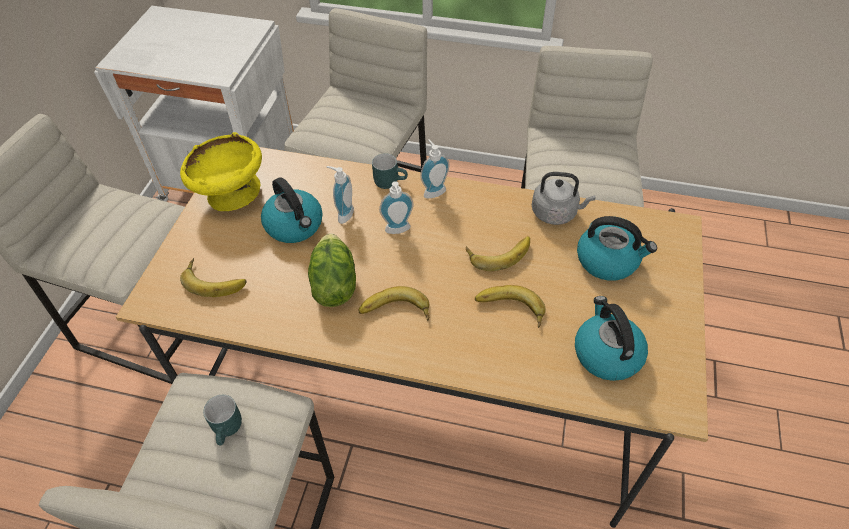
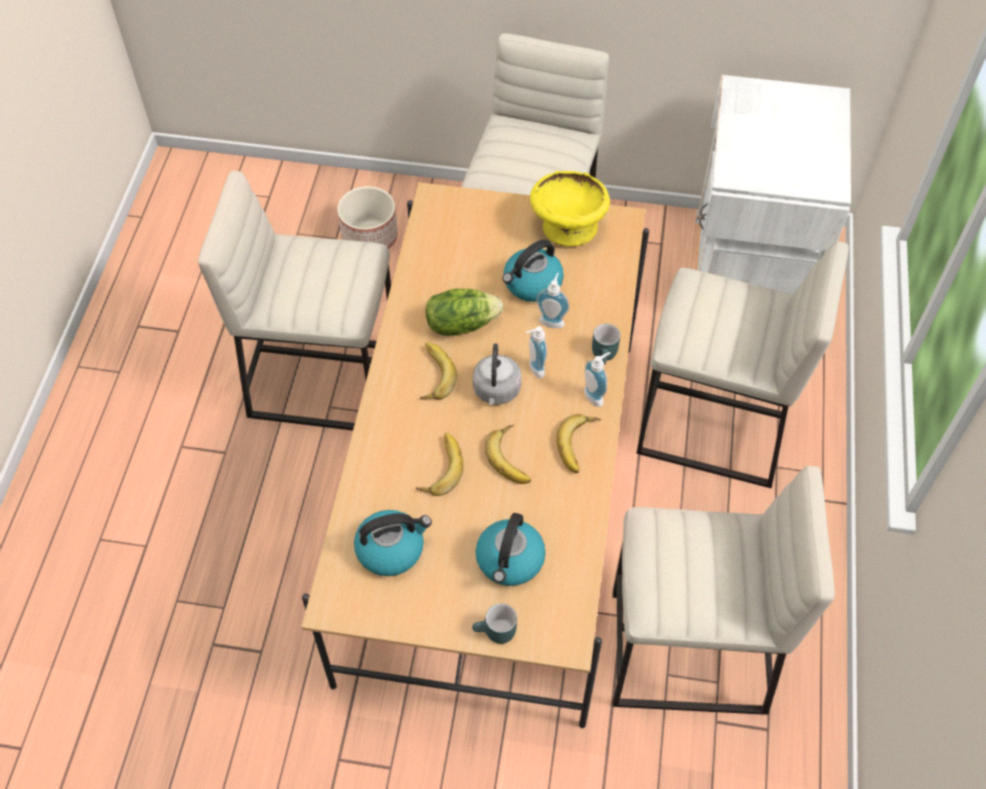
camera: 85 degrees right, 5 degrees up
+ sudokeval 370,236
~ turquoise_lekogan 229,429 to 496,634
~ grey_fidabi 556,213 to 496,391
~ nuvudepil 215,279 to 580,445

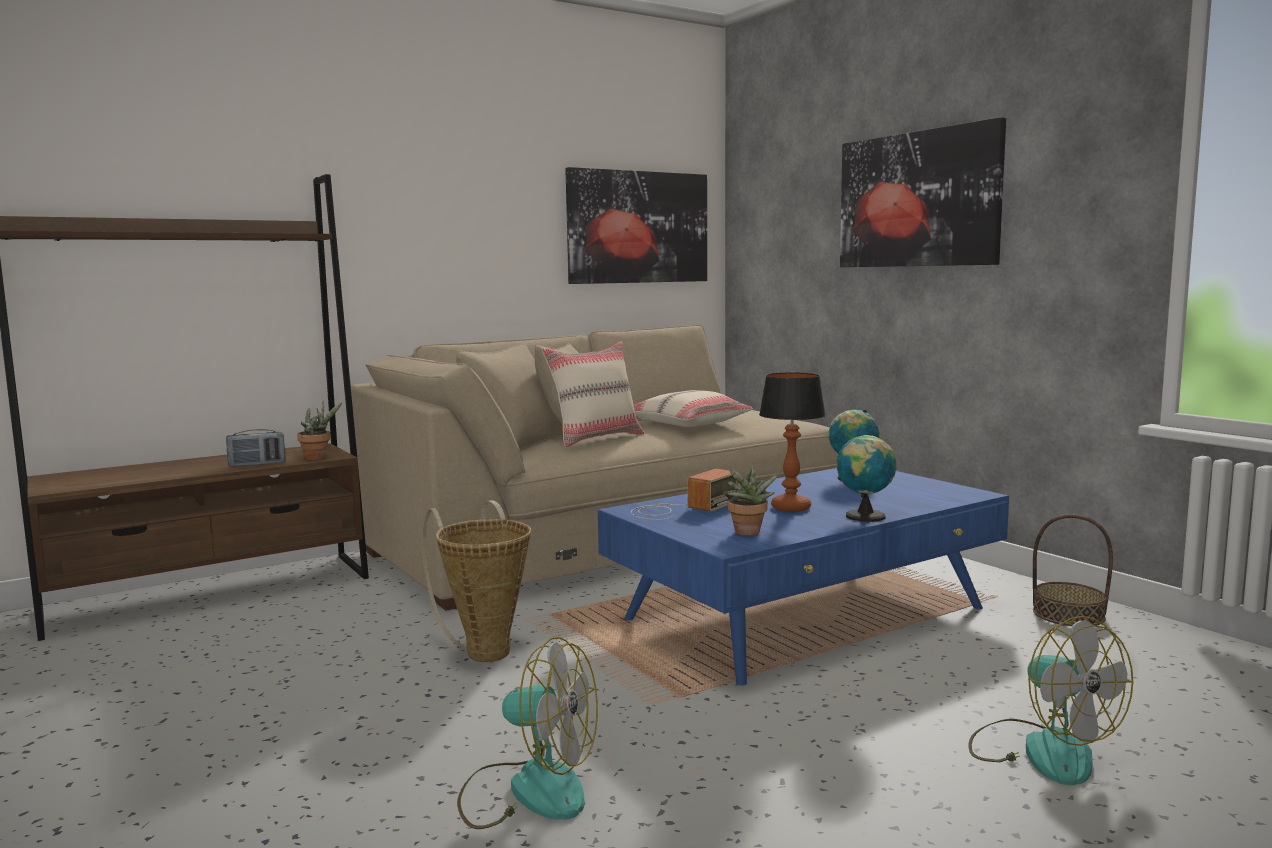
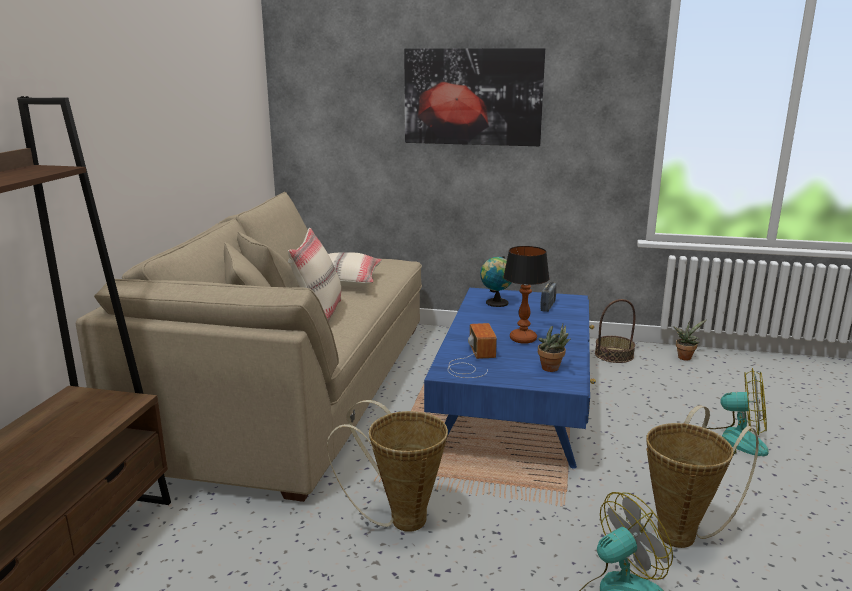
camera: 45 degrees left, 10 degrees up
~ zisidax 257,464 to 548,306
+ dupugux 682,533
~ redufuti 318,458 to 685,357
- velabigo 638,227
- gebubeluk 865,517

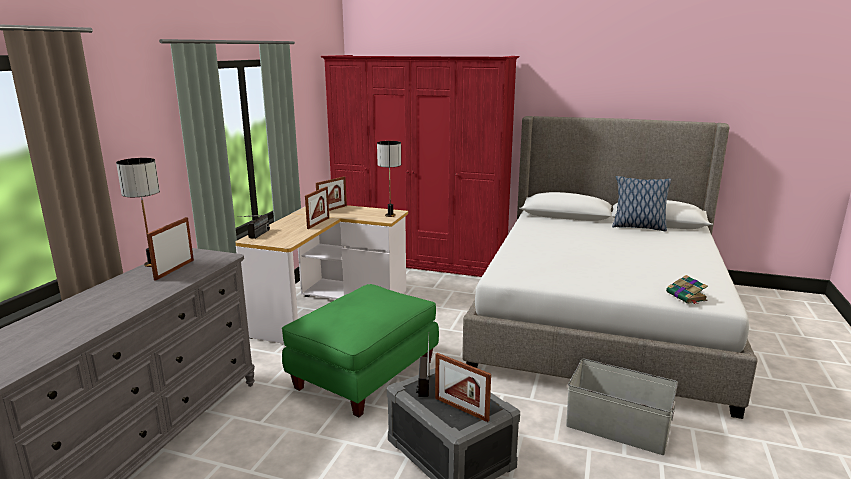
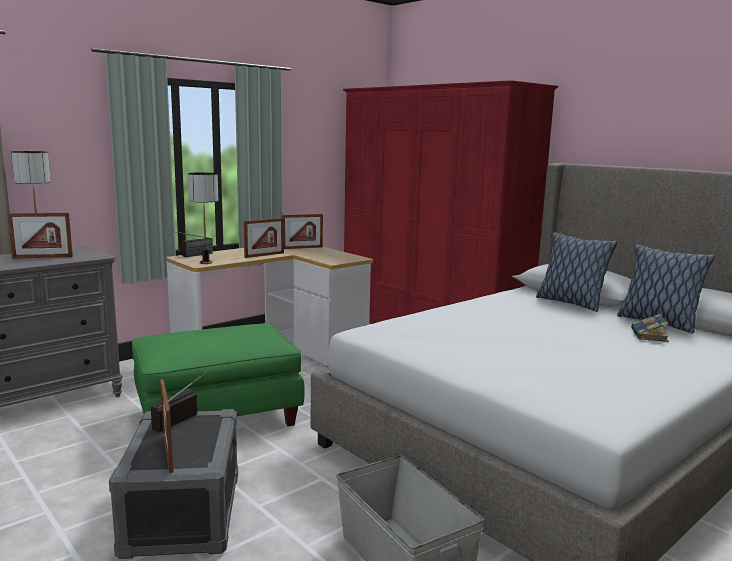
camera: 30 degrees right, 5 degrees down
~ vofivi 174,269 = 42,257 150 degrees counterclockwise
~ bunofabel 390,215 to 205,262
+ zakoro 570,303
~ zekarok 686,297 to 649,336

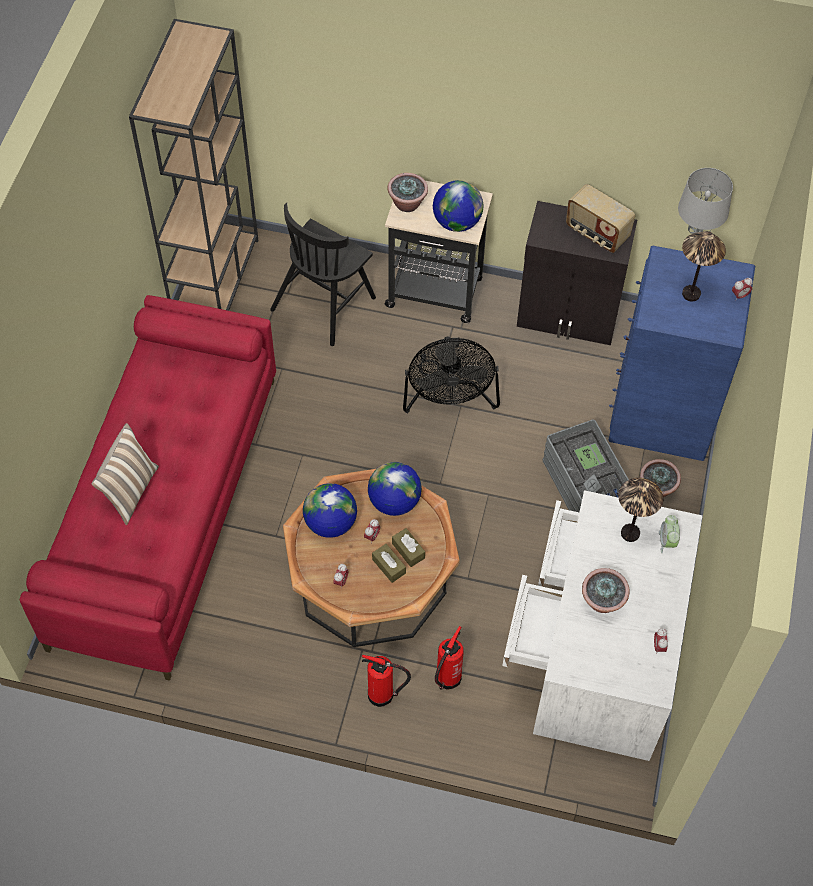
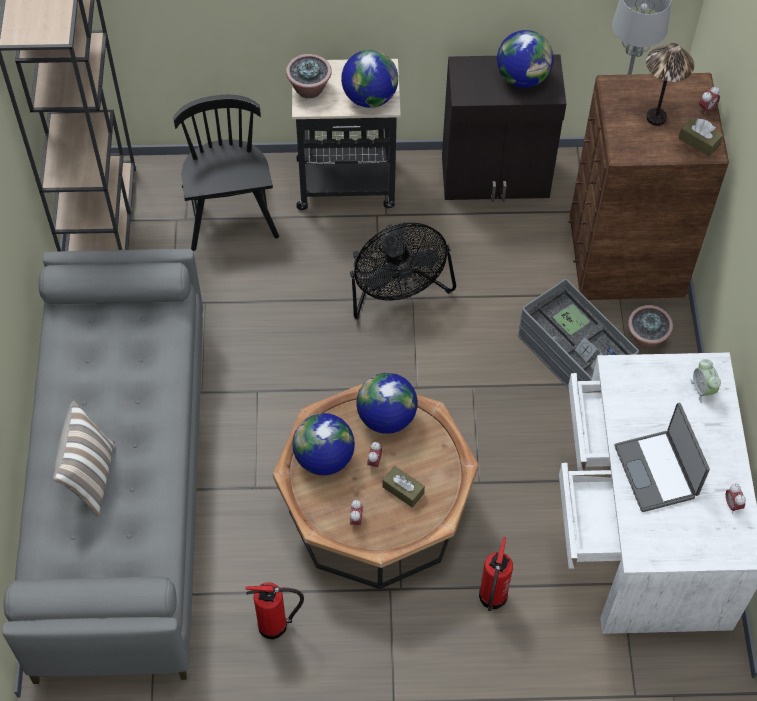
camera: 15 degrees left, 0 degrees up
~ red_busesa 166,508 to grey_busesa 123,487
~ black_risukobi 326,299 = 231,216 150 degrees clockwise
~ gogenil 383,695 to 275,625
~ zisidax 596,233 to gebubeluk 522,78
~ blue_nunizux 661,413 to brown_nunizux 625,256
~ redufuti 602,602 to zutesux 657,471
~ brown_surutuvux 408,550 to 699,142
- bunofabel 630,533

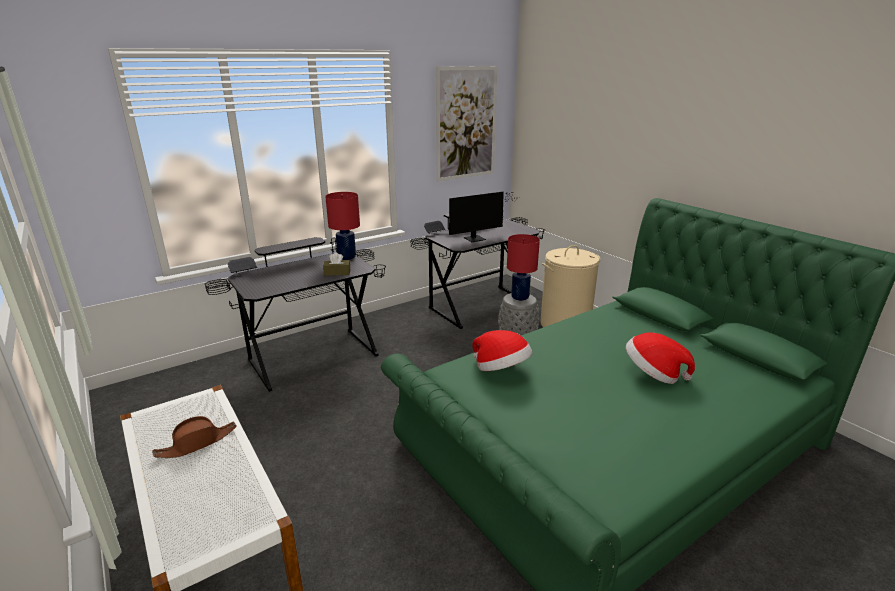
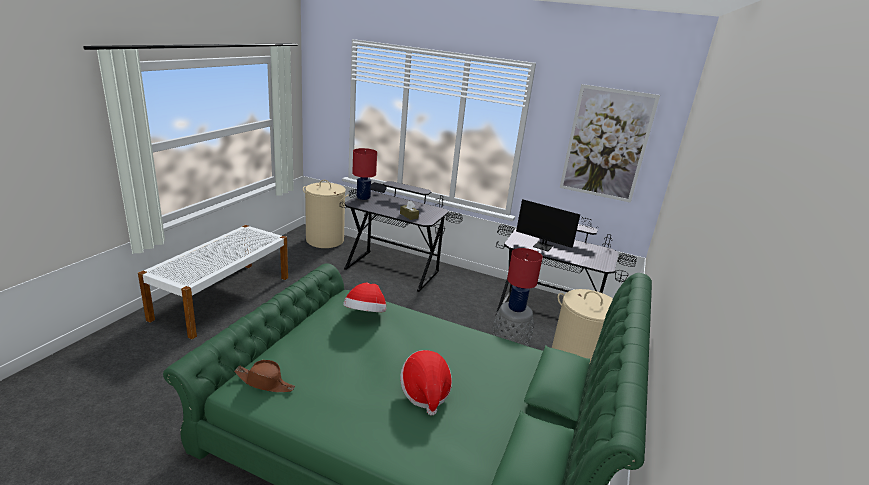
camera: 55 degrees right, 0 degrees up
~ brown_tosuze 197,443 to 265,382
+ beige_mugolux 325,240
~ red_bunofabel 347,258 to 363,198

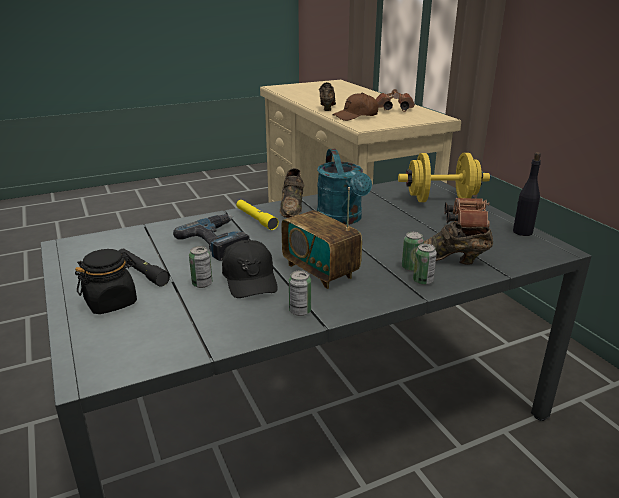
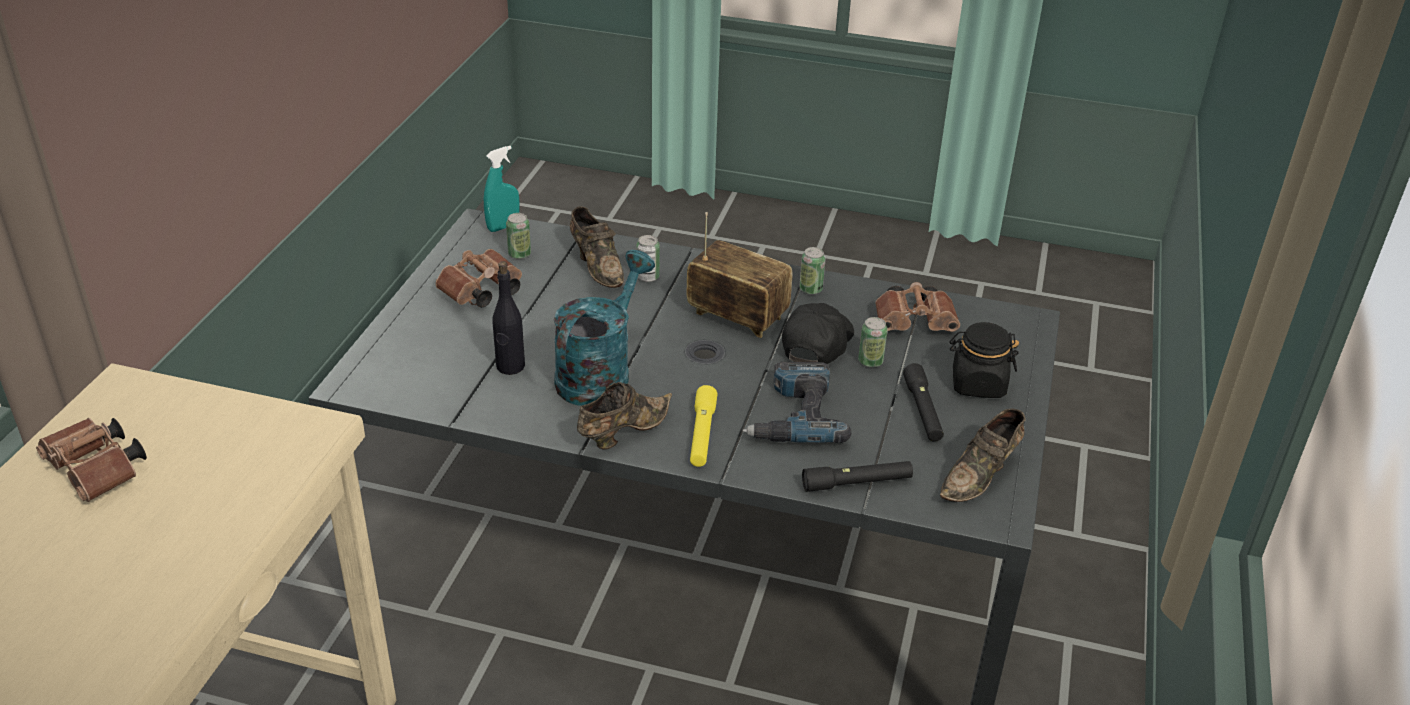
camera: 140 degrees left, 10 degrees up
+ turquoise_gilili 503,227
~ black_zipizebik 522,232 to 510,366
~ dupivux 423,281 to 519,254
~ zisidax 320,271 = 737,317 60 degrees counterclockwise
+ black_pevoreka 857,483
+ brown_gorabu 916,323
~ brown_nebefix 327,108 to 981,476
- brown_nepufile 355,116
- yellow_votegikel 441,200

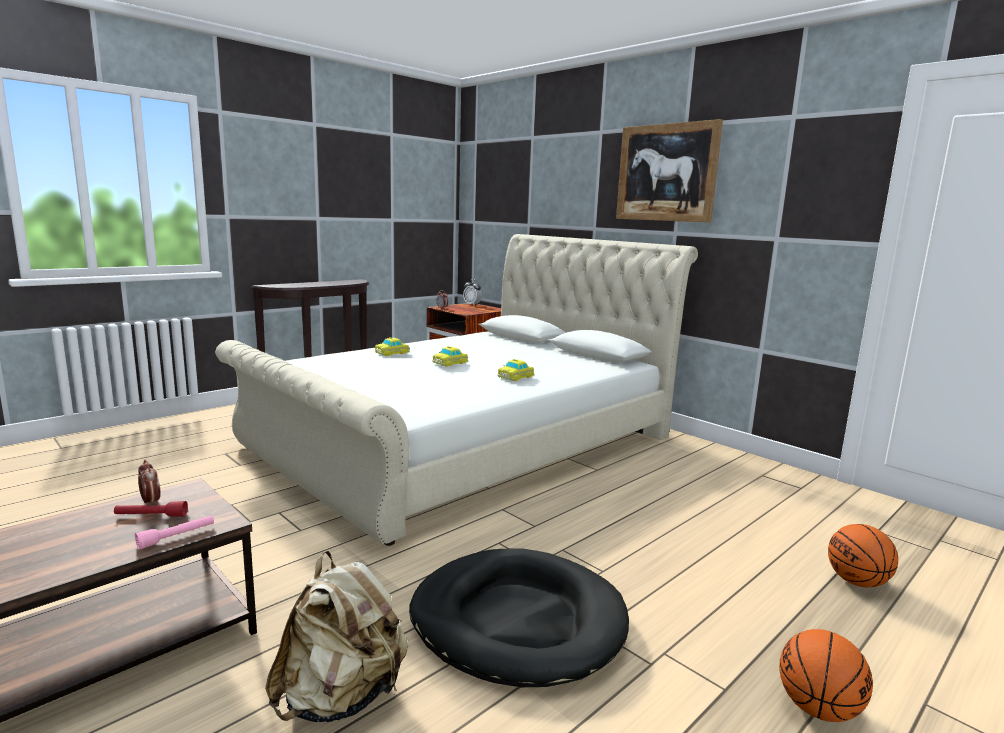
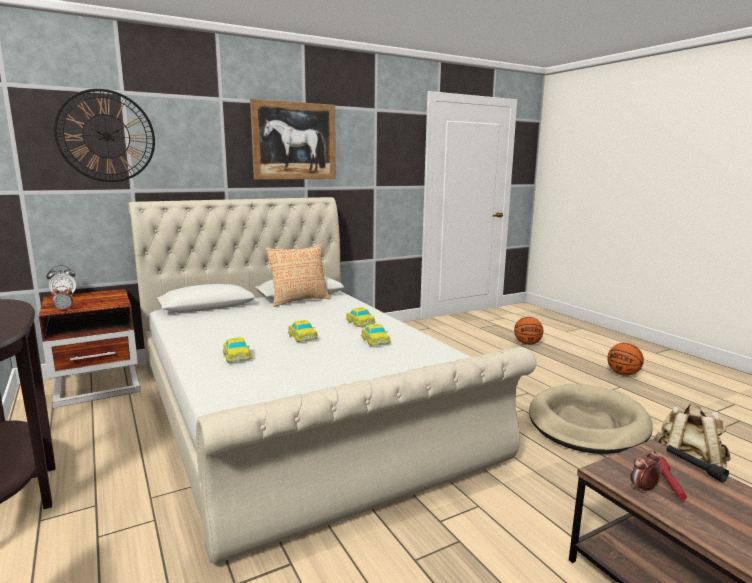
camera: 75 degrees left, 0 degrees up
+ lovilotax 106,136
+ beige_zakoro 299,301
+ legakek 375,340
~ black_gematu 517,621 to beige_gematu 587,424
~ pink_pevoreka 177,537 to black_pevoreka 694,467

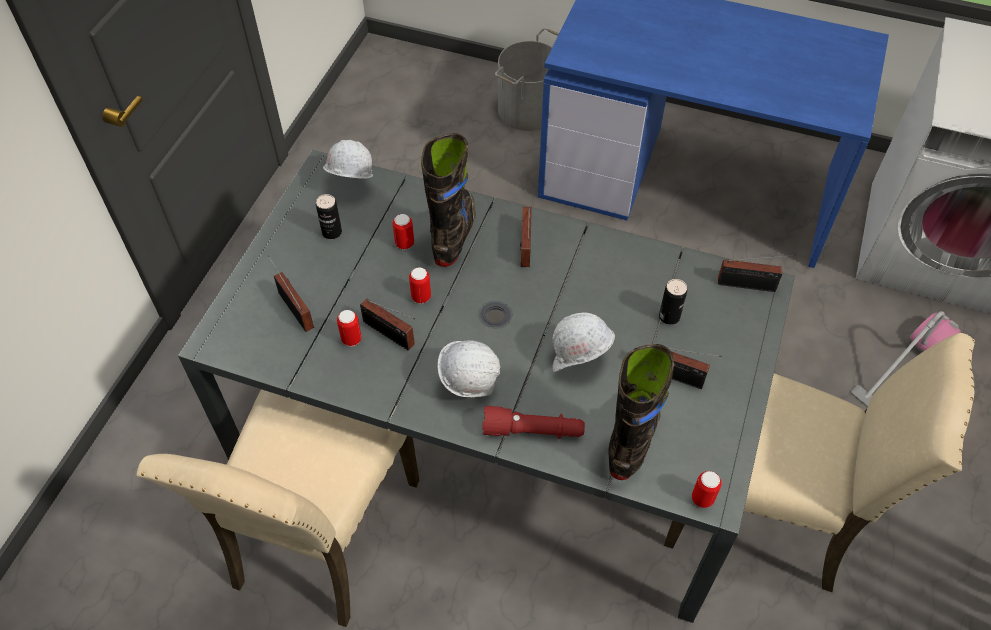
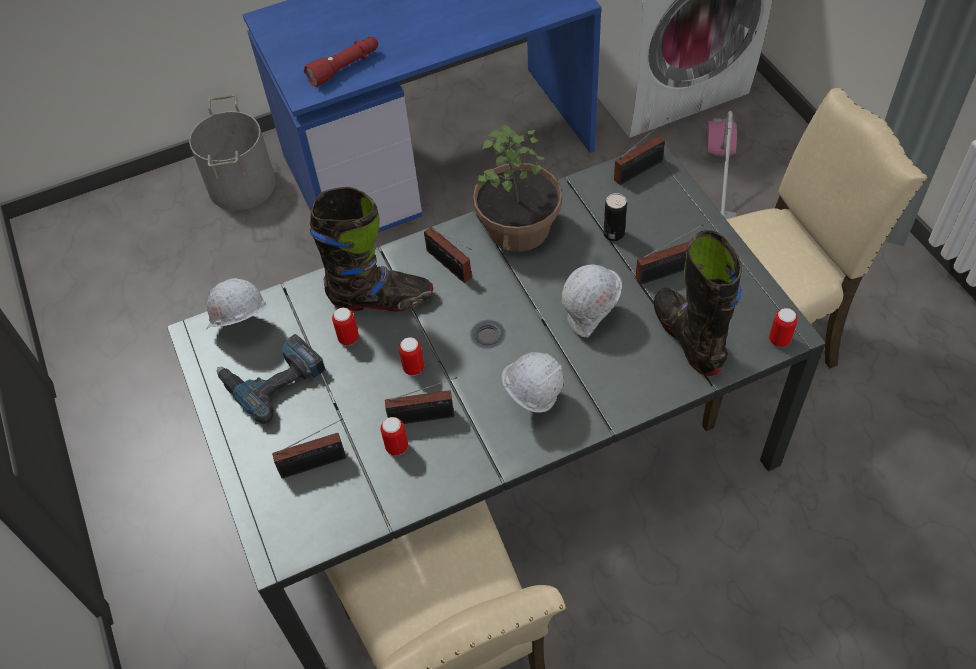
camera: 40 degrees left, 0 degrees up
~ dupivux 332,232 to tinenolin 273,378
~ zisidax 295,308 = 317,463 150 degrees clockwise
~ red_pevoreka 533,431 to 345,68
~ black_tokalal 454,234 = 381,299 120 degrees clockwise
+ redufuti 519,229

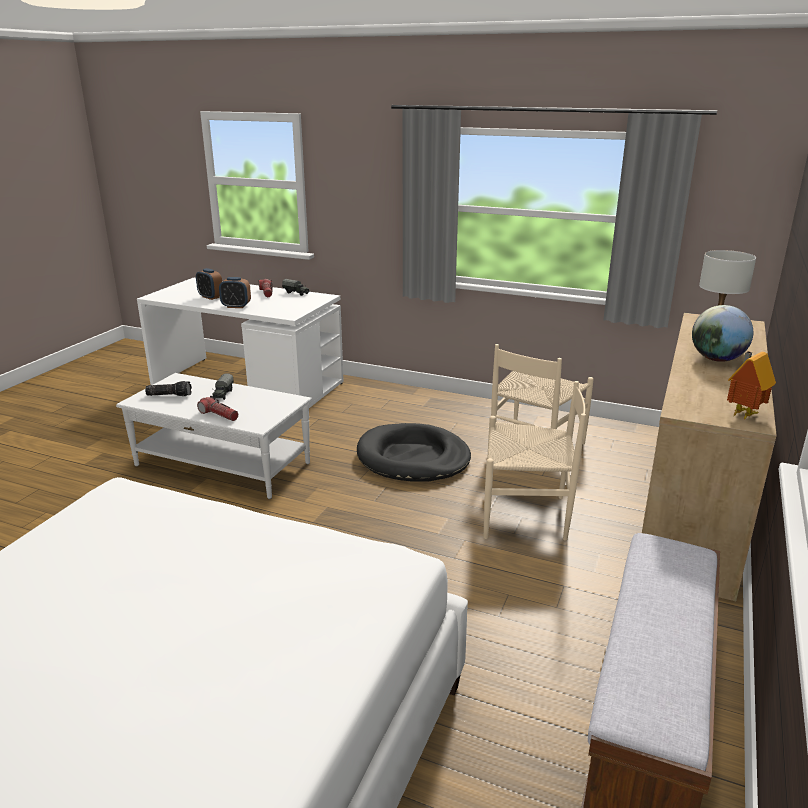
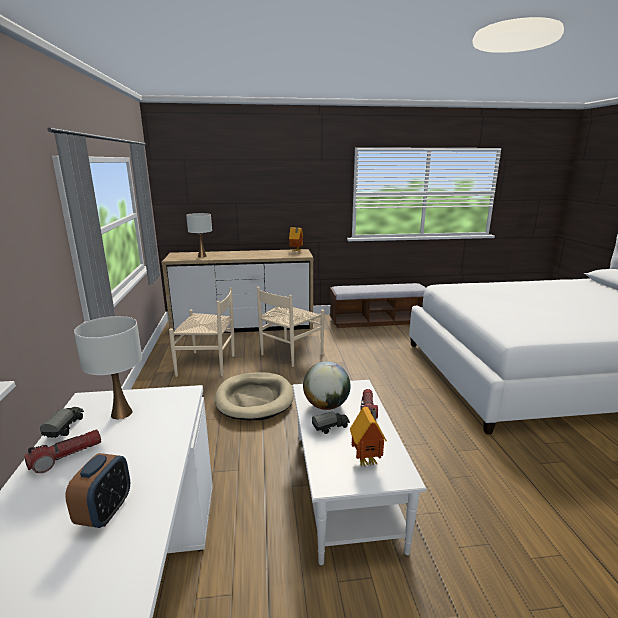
camera: 120 degrees left, 5 degrees down
+ white_bunofabel 122,413
~ black_gematu 413,458 to beige_gematu 254,399
~ beige_risukobi 525,515 = 290,353 120 degrees counterclockwise
~ gebubeluk 716,359 to 326,405
~ pevoreka 170,395 to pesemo 367,460
- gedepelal 236,306

